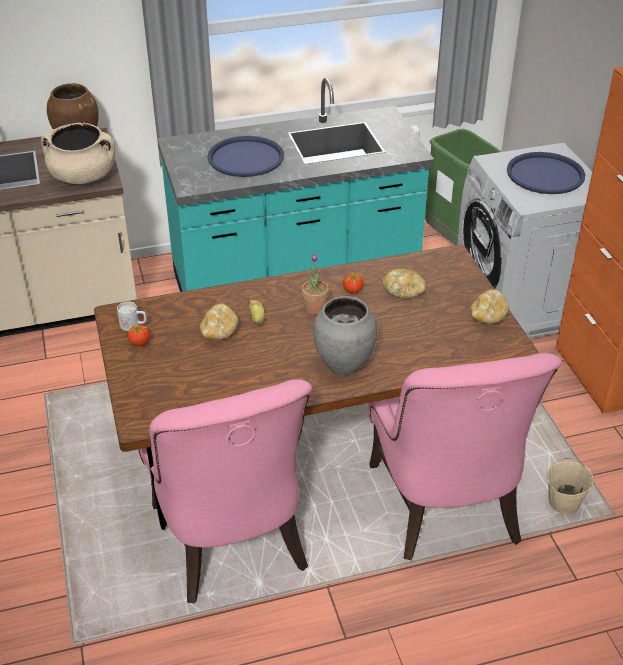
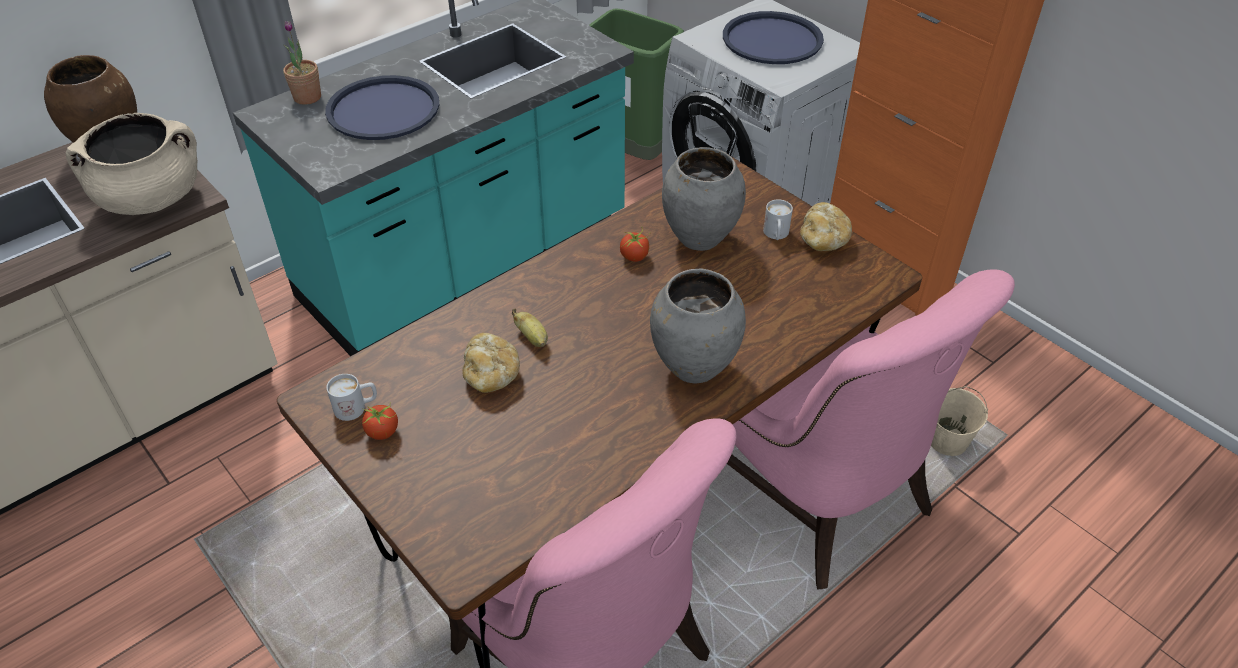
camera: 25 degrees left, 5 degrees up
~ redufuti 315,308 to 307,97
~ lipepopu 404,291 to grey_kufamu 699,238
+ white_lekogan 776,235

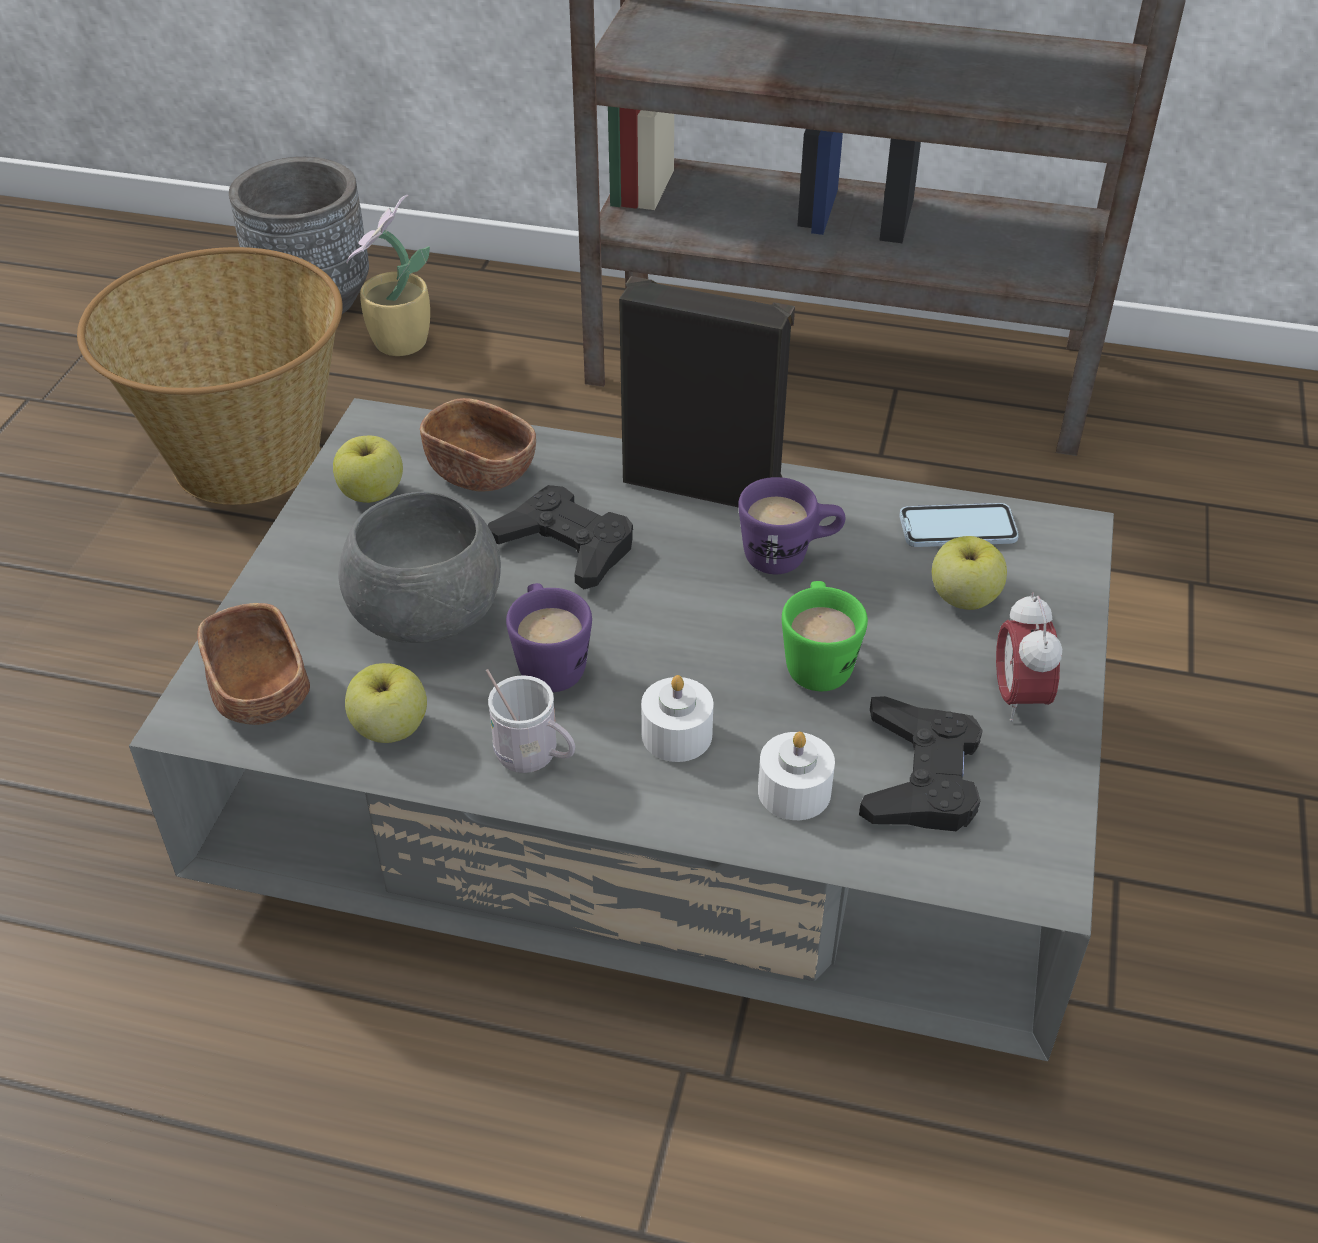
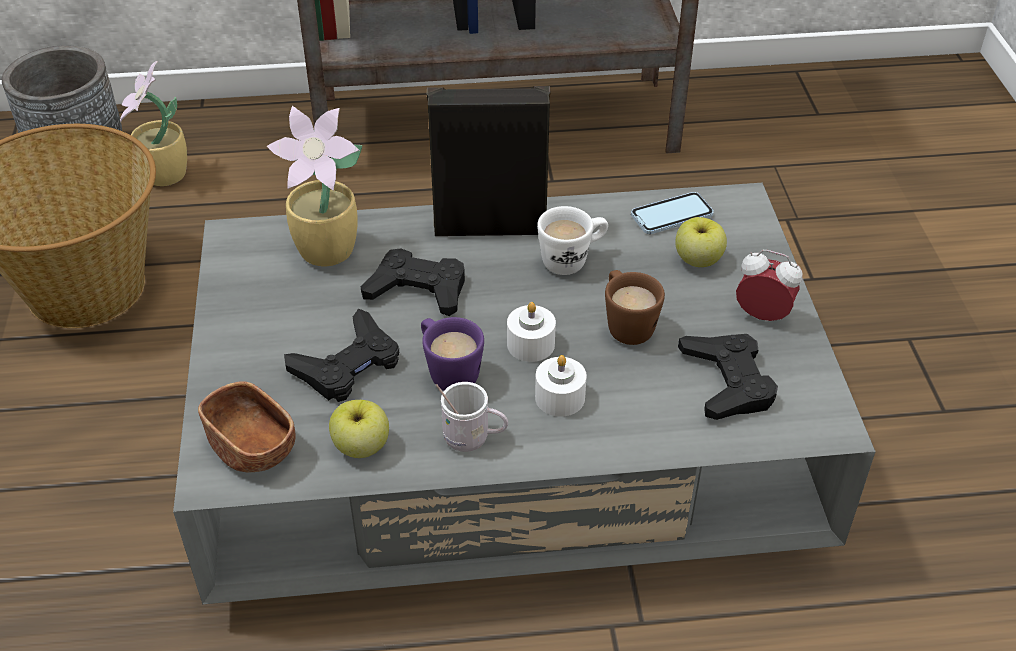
camera: 20 degrees left, 0 degrees up
~ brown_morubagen 481,472 to redufuti 329,252
~ grey_morubagen 428,620 to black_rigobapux 347,365
~ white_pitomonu 794,791 to 530,344
~ purple_lekogan 789,557 to white_lekogan 572,260
~ green_lekogan 817,660 to brown_lekogan 626,324
~ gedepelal 1018,698 = 762,315 135 degrees clockwise
- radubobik 372,494

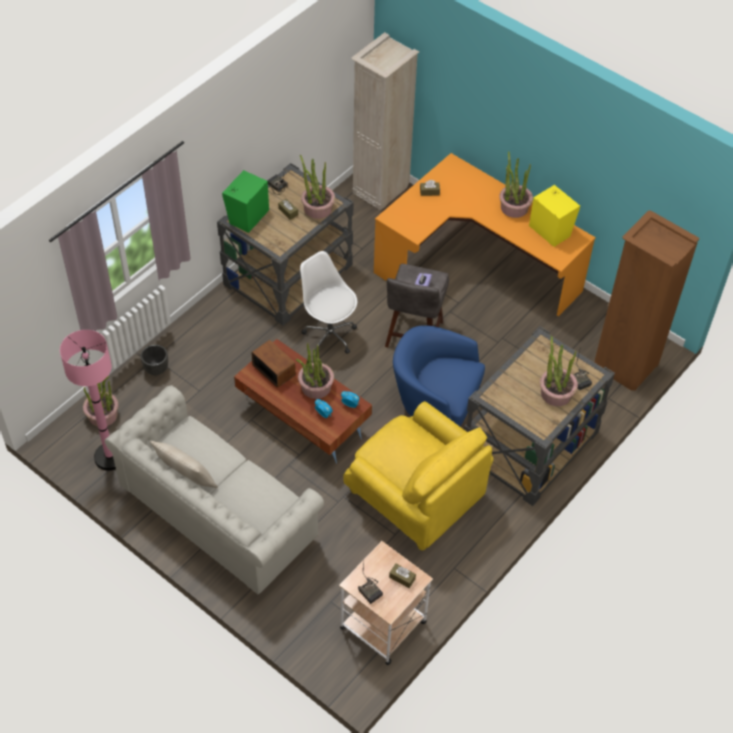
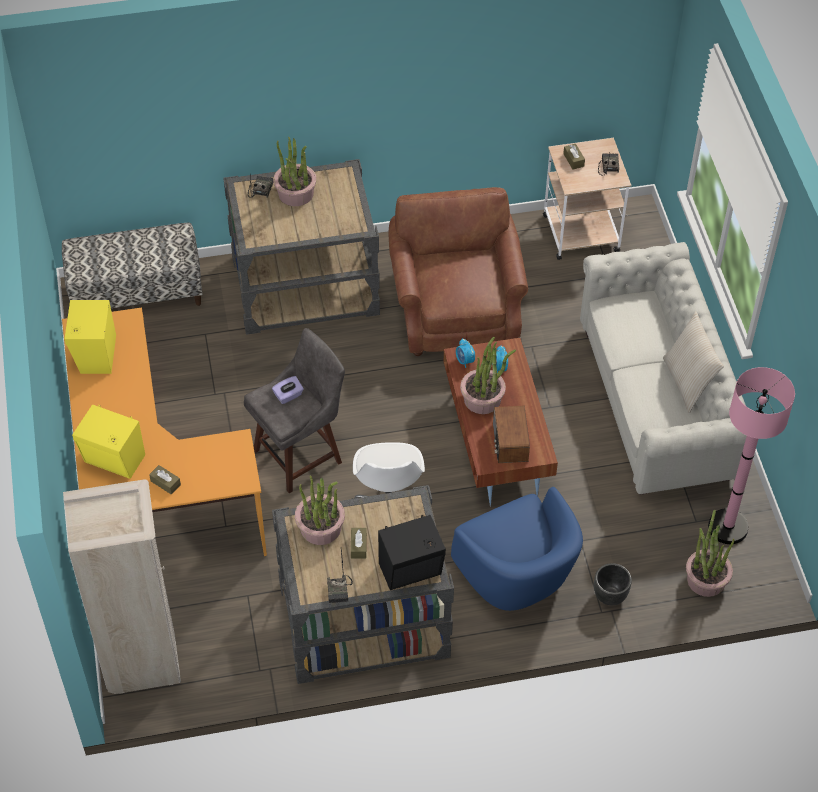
camera: 140 degrees left, 0 degrees up
~ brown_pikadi 624,367 to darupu 137,293
+ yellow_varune 114,461
~ green_varune 247,216 to black_varune 412,571
~ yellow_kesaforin 415,495 to brown_kesaforin 455,309
~ blue_kesaforin 435,401 to 516,577
- redufuti 514,207

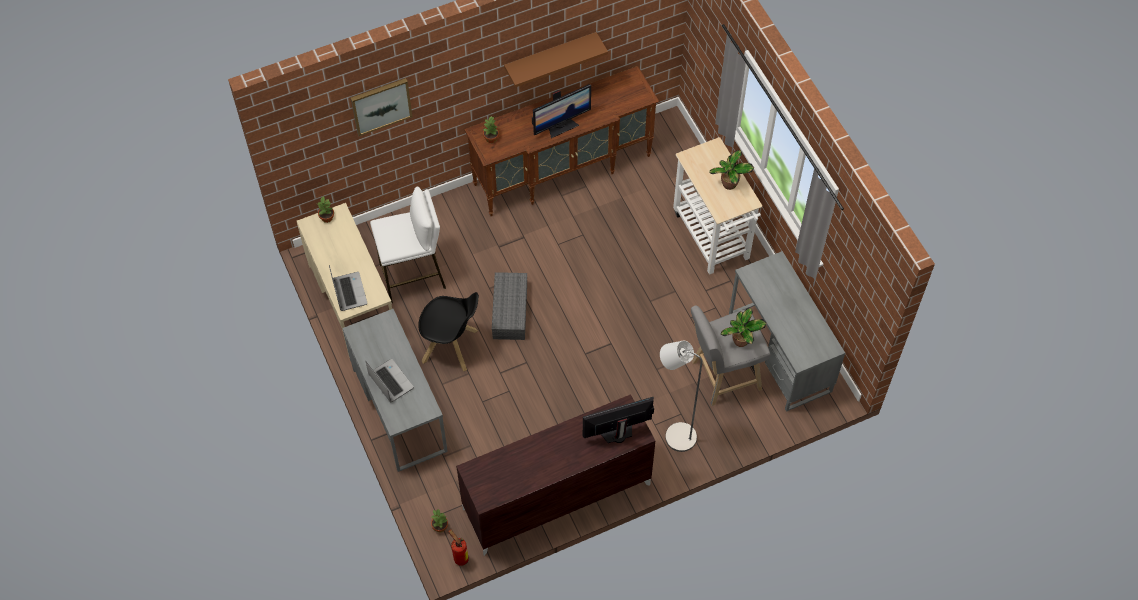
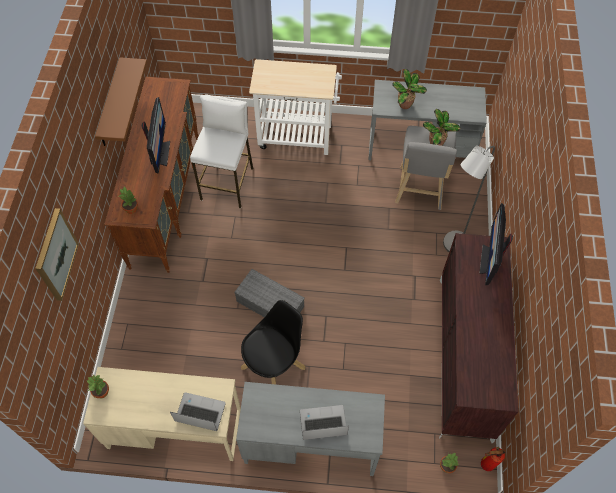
camera: 60 degrees left, 0 degrees up
~ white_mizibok 413,277 to 228,183
~ redufuti 729,185 to 405,105

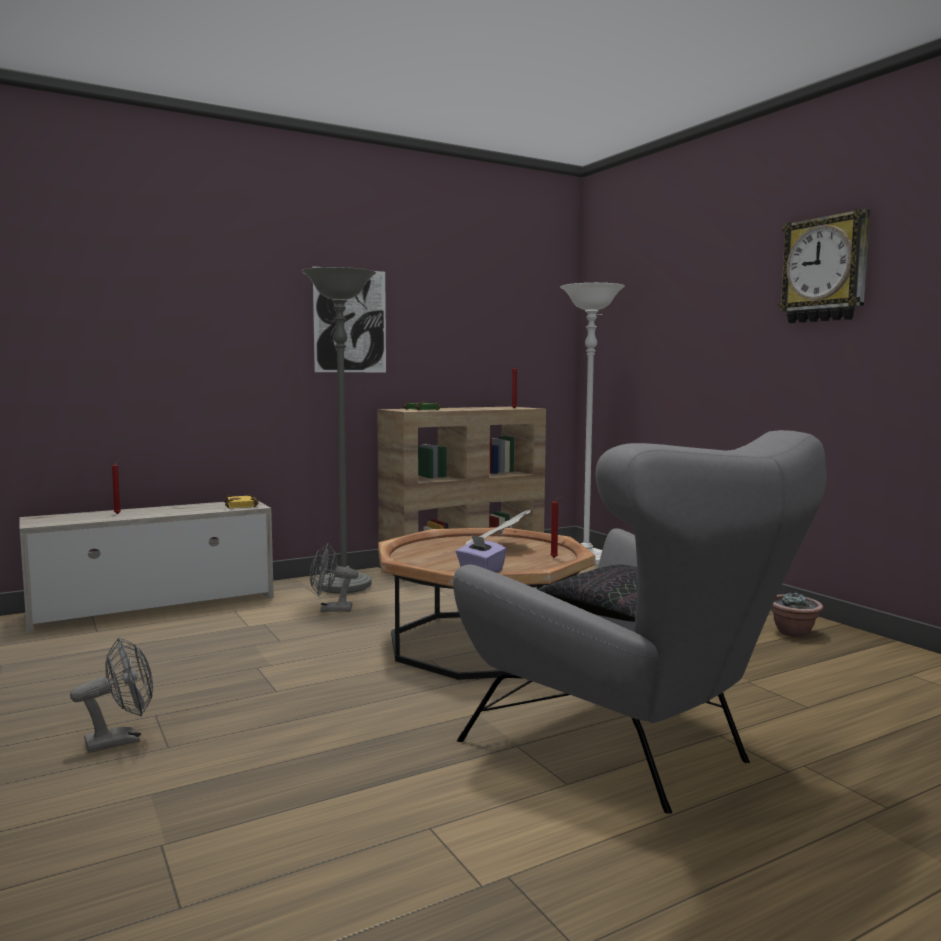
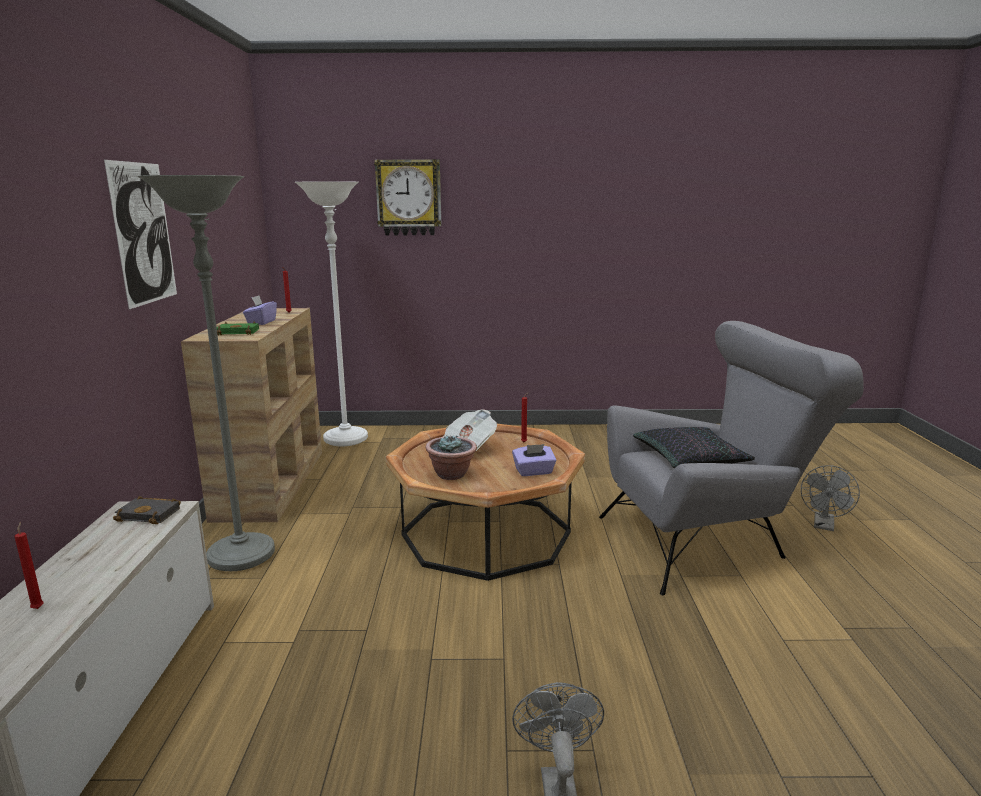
camera: 60 degrees left, 10 degrees up
~ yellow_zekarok 242,505 to black_zekarok 151,514
+ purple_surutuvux 261,322
~ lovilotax 825,269 to 409,198
~ redufuti 793,632 to 452,474
~ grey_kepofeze 330,609 to 824,526

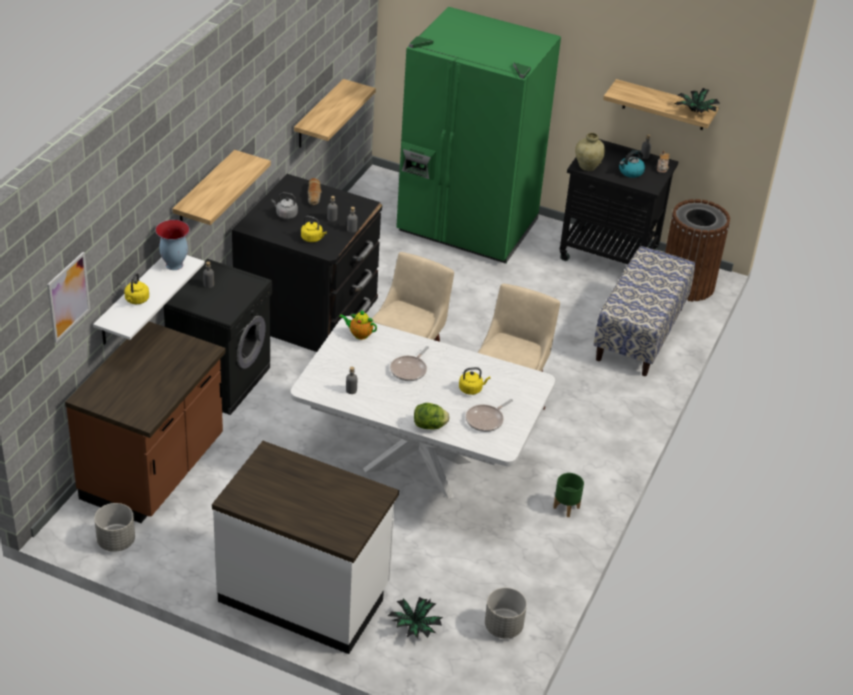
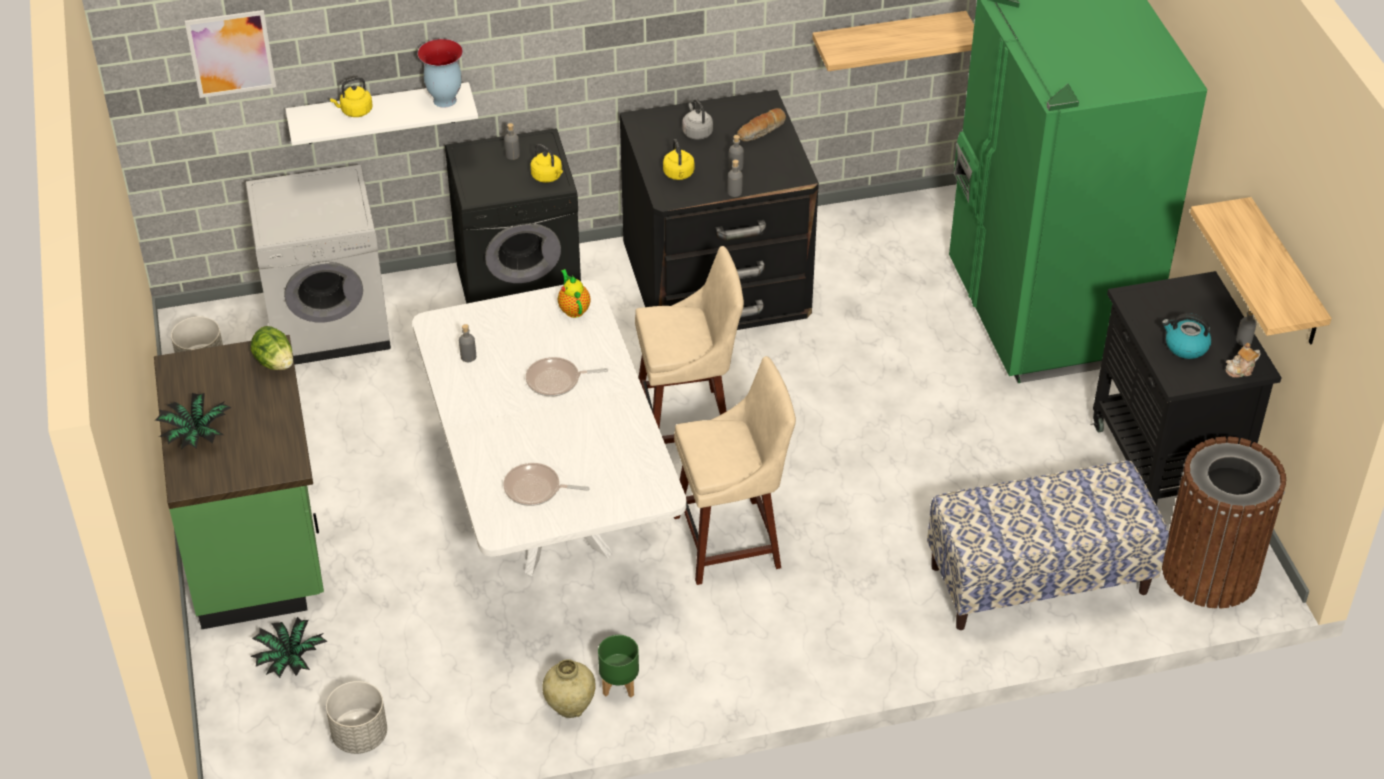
camera: 55 degrees right, 5 degrees up
~ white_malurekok 305,594 to green_malurekok 258,544
~ redufuti 696,112 to 196,435
~ brown_malurekok 154,471 to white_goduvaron 329,328
~ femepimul 430,426 to 275,363
~ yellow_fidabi 471,389 to 548,177
~ beige_kufamu 587,167 to 570,707
- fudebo 204,192

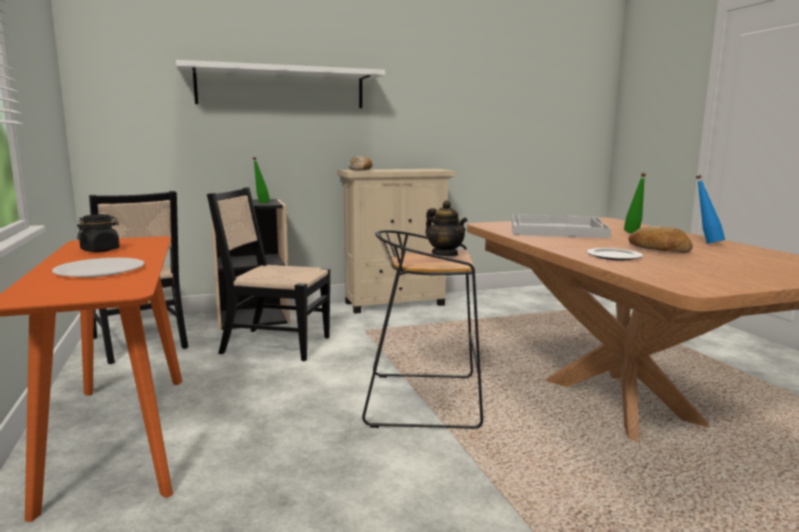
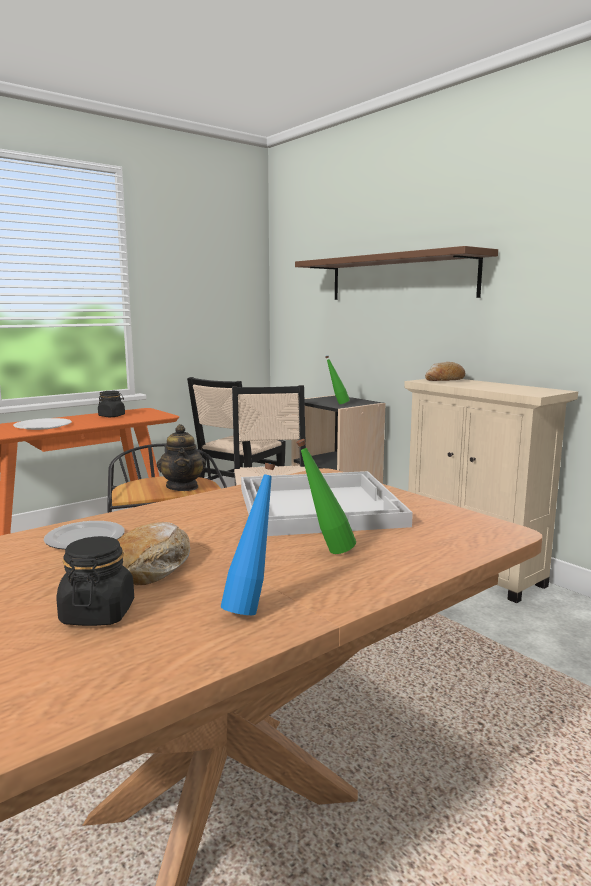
camera: 70 degrees right, 0 degrees up
+ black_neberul 98,613
~ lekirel 445,254 = 183,487 45 degrees counterclockwise
~ white_fudebo 281,88 to brown_fudebo 400,278

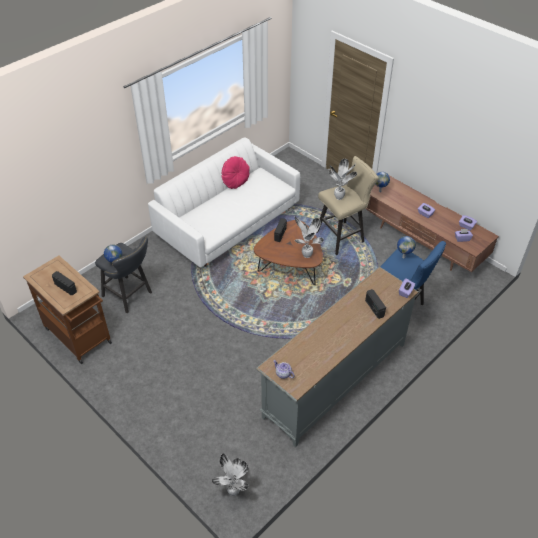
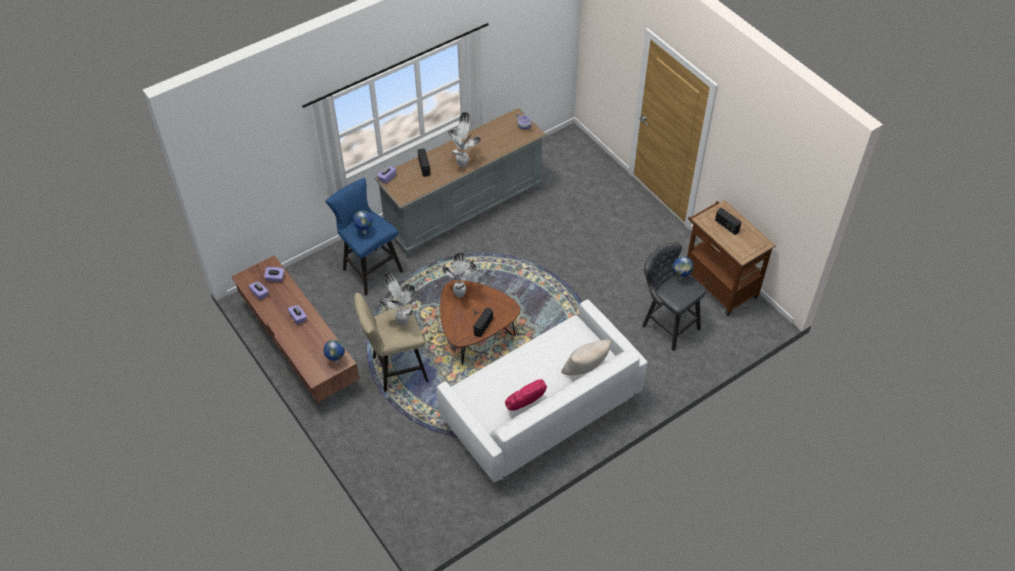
camera: 170 degrees left, 5 degrees up
~ redufuti 233,492 to 463,163
+ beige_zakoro 585,370

